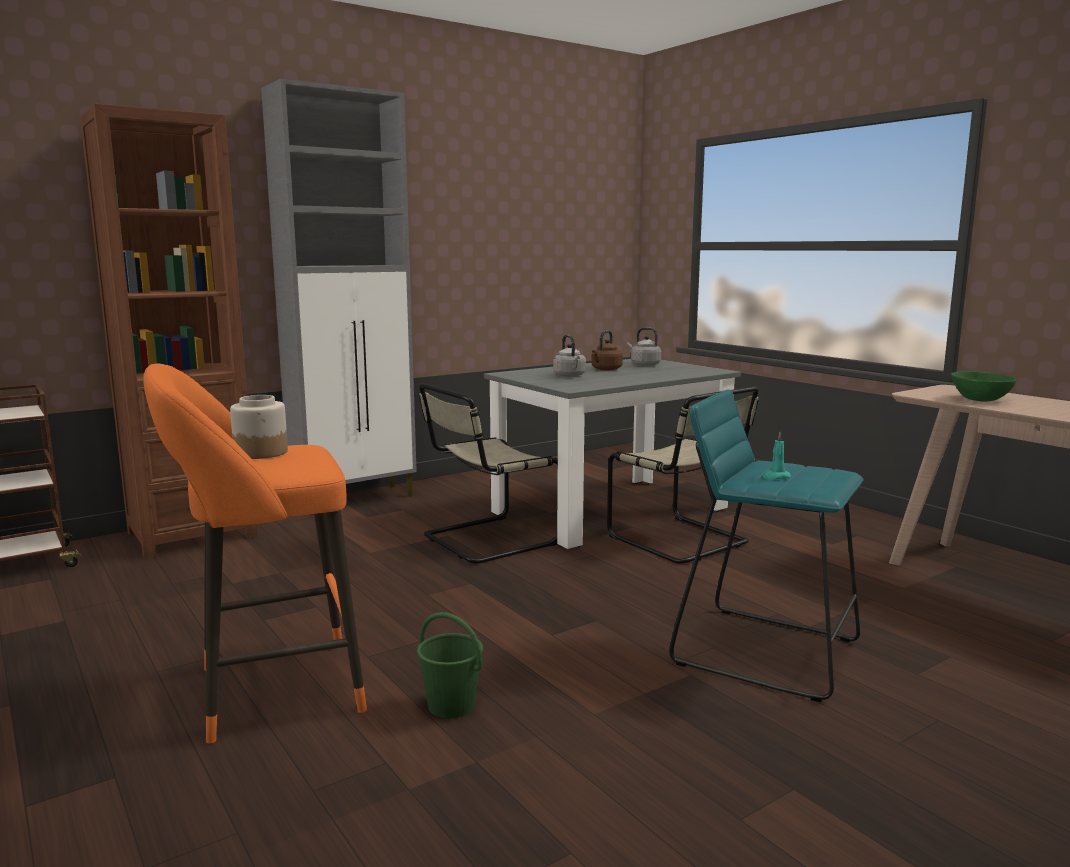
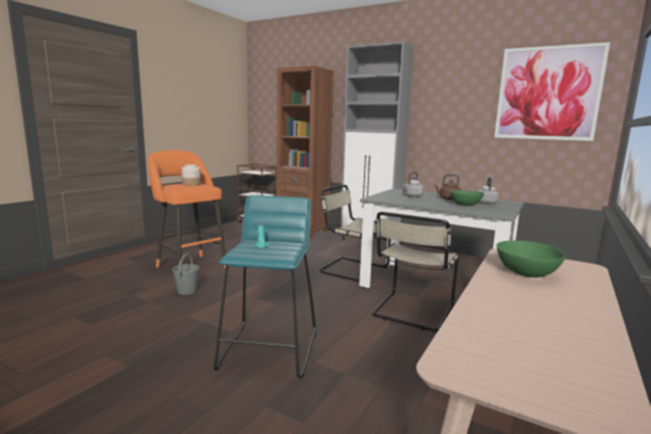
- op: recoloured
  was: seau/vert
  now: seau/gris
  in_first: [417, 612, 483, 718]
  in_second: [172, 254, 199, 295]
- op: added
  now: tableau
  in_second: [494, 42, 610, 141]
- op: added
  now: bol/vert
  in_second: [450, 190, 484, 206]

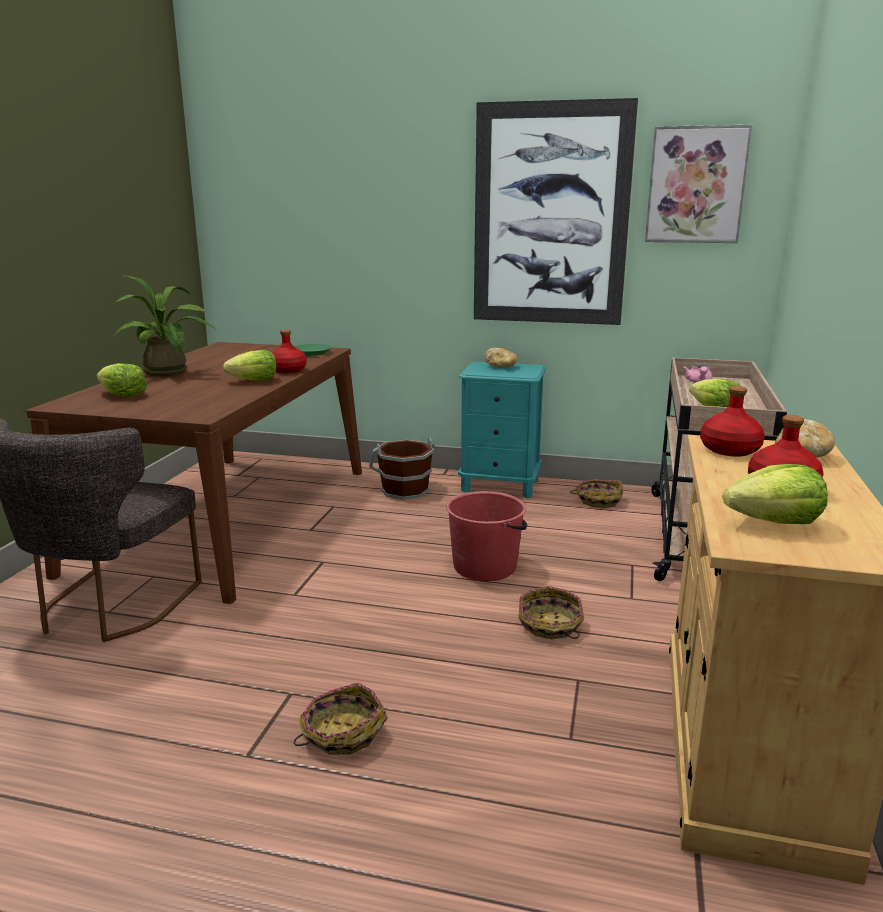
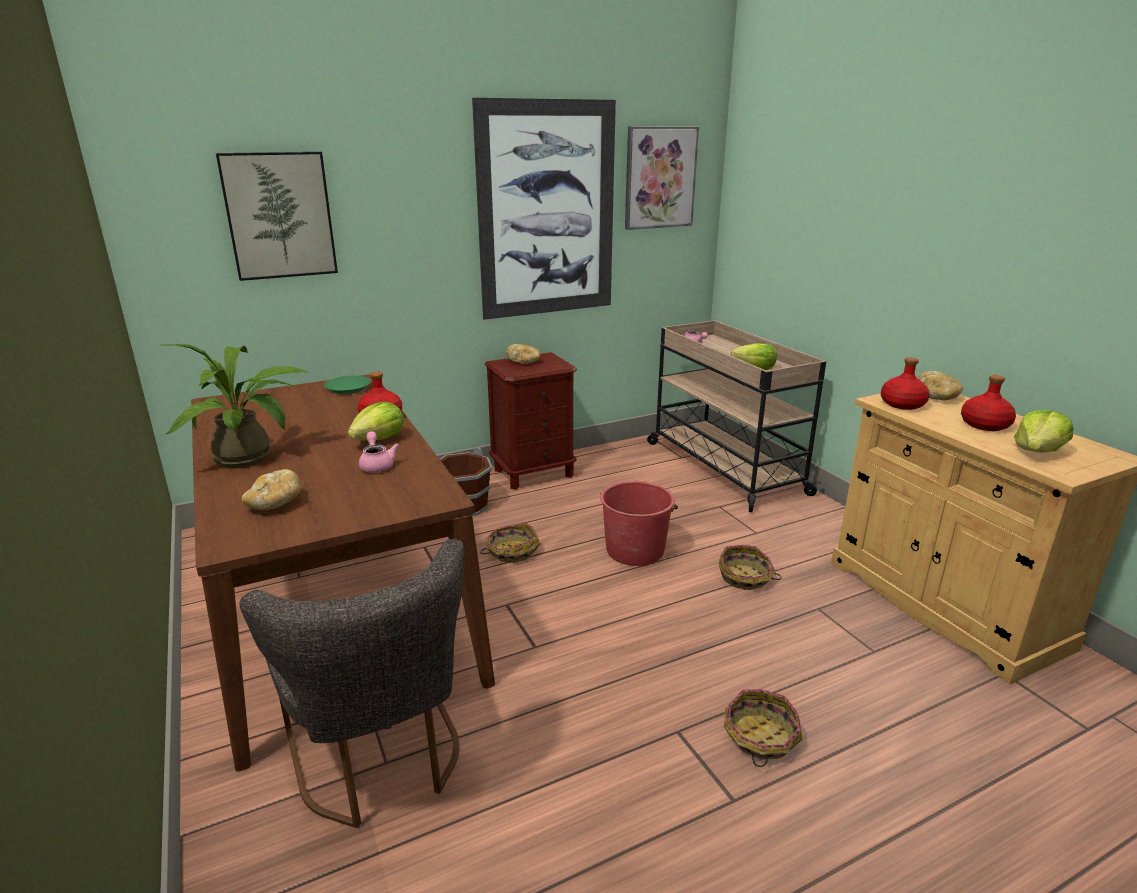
- op: recoloured
  was: table de chevet/turquoise
  now: table de chevet/marron
  in_first: [458, 362, 546, 498]
  in_second: [485, 352, 577, 490]
- op: replaced
  was: laitue
  now: pain
  in_first: [97, 363, 147, 397]
  in_second: [242, 469, 301, 510]
- op: moved
  was: panier
  in_first: [570, 479, 623, 508]
  in_second: [480, 522, 540, 563]
- op: added
  now: tableau
  in_second: [216, 152, 338, 281]
- op: added
  now: théière/rose
  in_second: [359, 431, 399, 472]

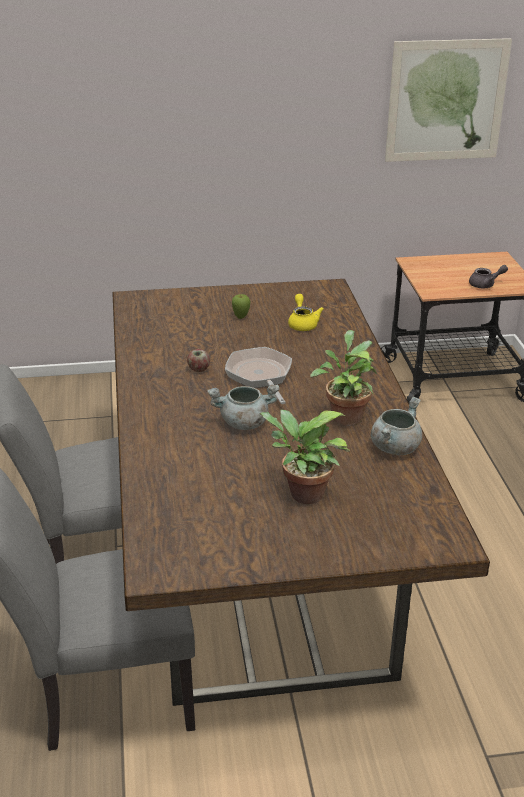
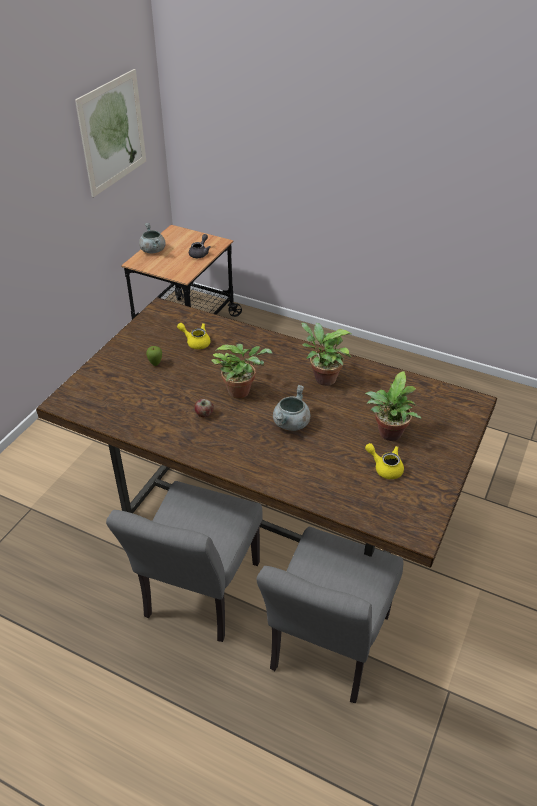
- op: replaced
  was: poêle
  now: plante en pot
  in_first: [225, 347, 292, 404]
  in_second: [211, 344, 273, 398]
- op: moved
  was: marmite/gris
  in_first: [371, 397, 422, 455]
  in_second: [139, 223, 166, 253]
- op: added
  now: théière/jaune
  in_second: [365, 443, 404, 479]

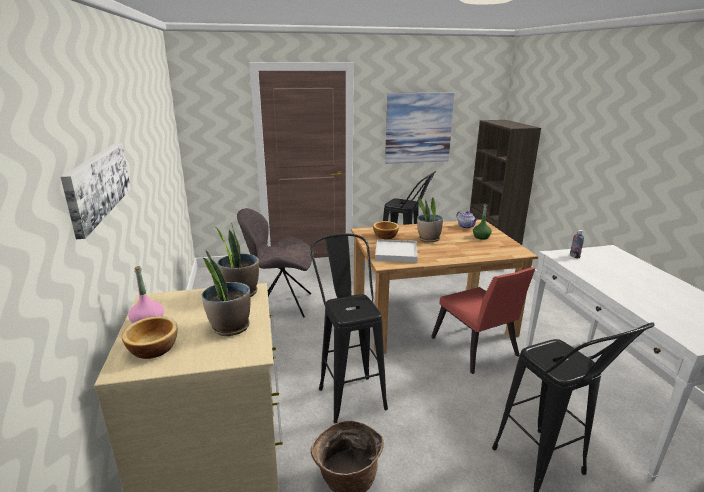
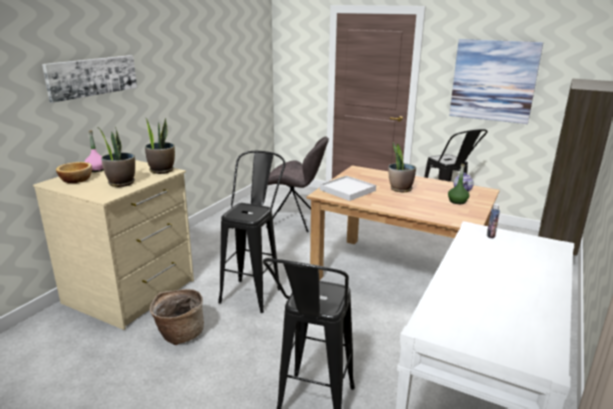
- op: turned
  was: chaise/gris
  in_first: [237, 208, 314, 318]
  in_second: [266, 136, 329, 232]
  clockwise: 150
- op: removed
  was: bol
  in_first: [373, 221, 399, 239]
- op: removed
  was: chaise/rouge
  in_first: [431, 267, 535, 374]

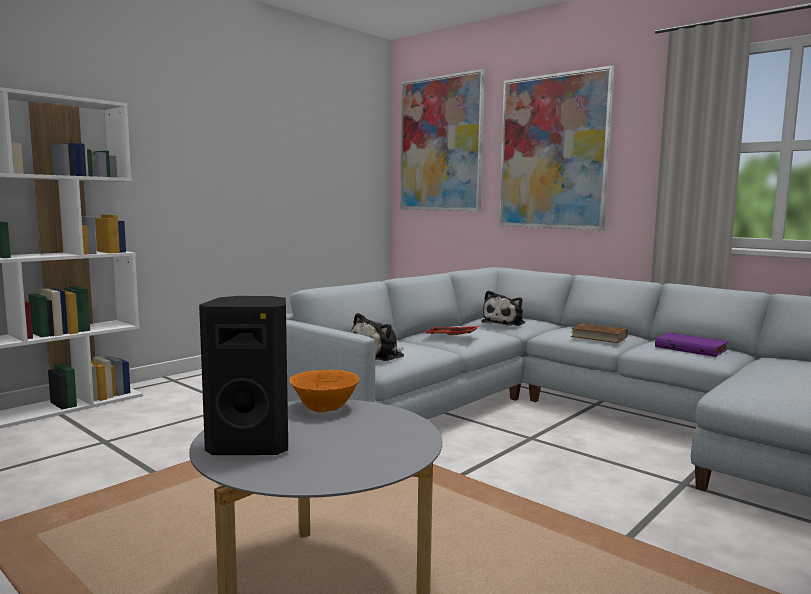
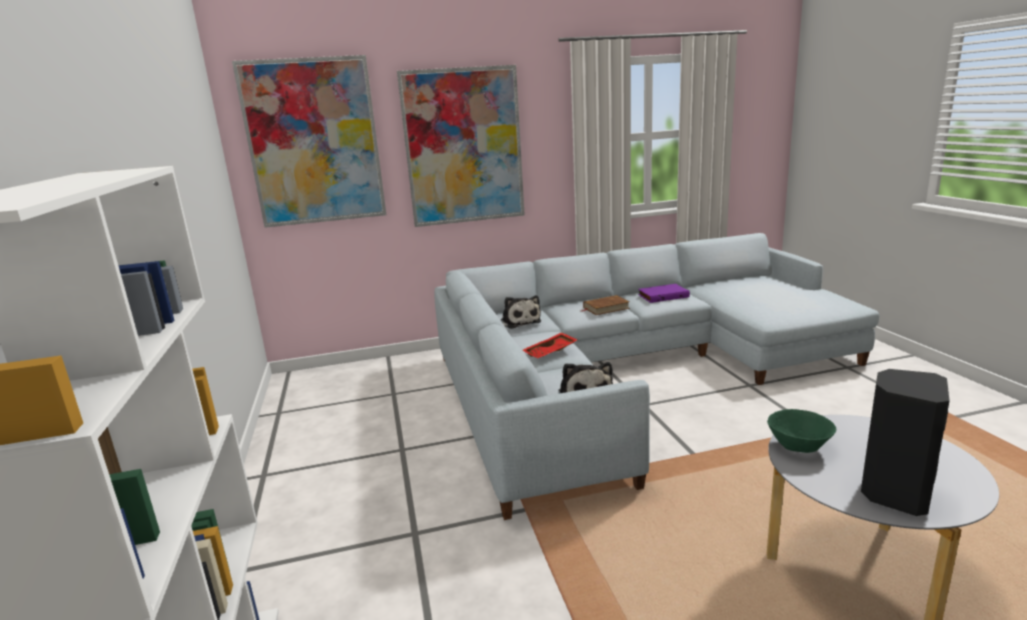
- op: recoloured
  was: bol/orange
  now: bol/vert
  in_first: [290, 370, 359, 412]
  in_second: [767, 409, 836, 453]

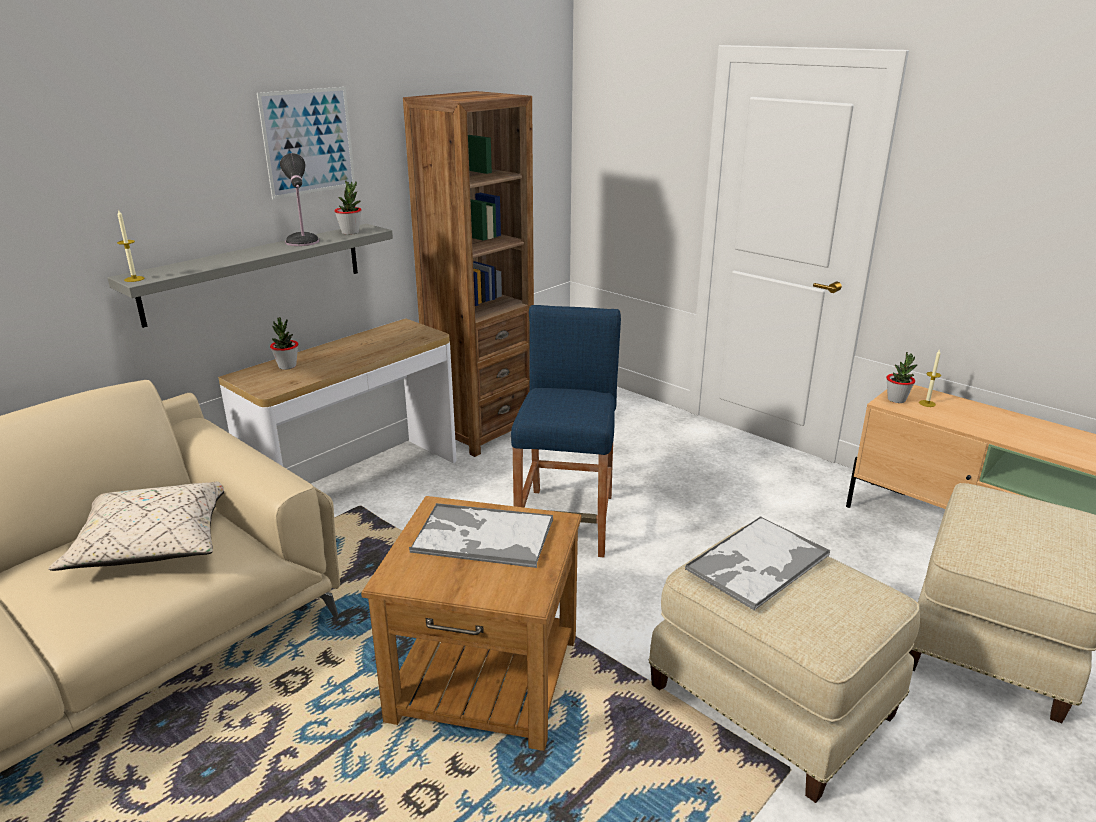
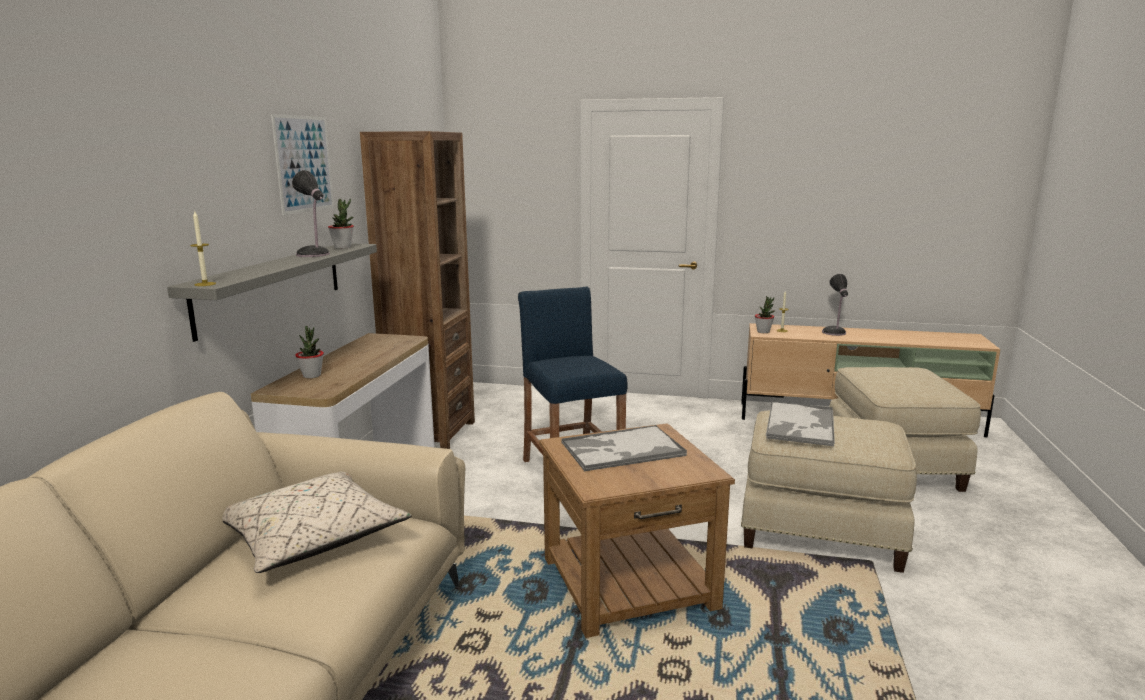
- op: added
  now: lampe de table
  in_second: [822, 274, 848, 336]

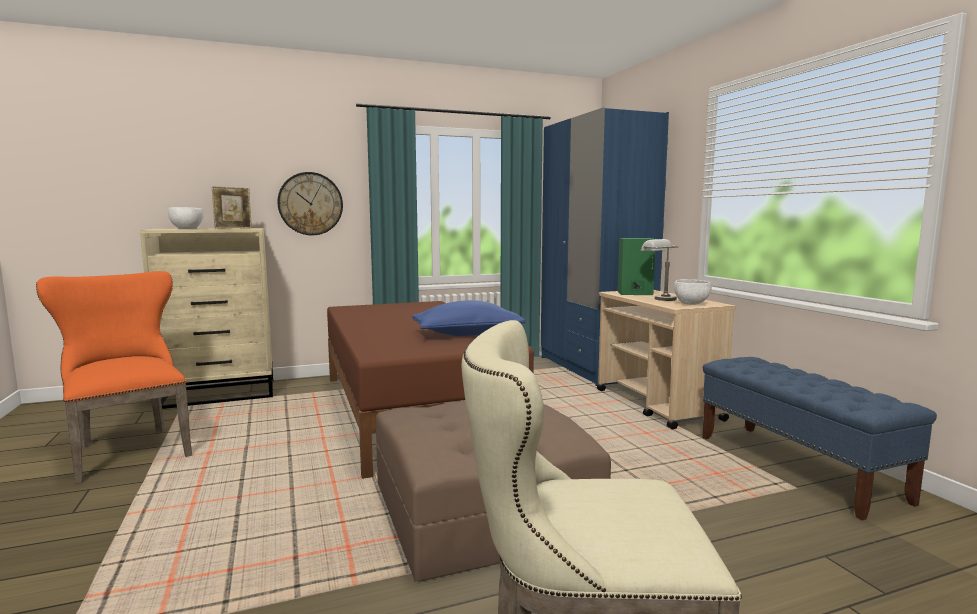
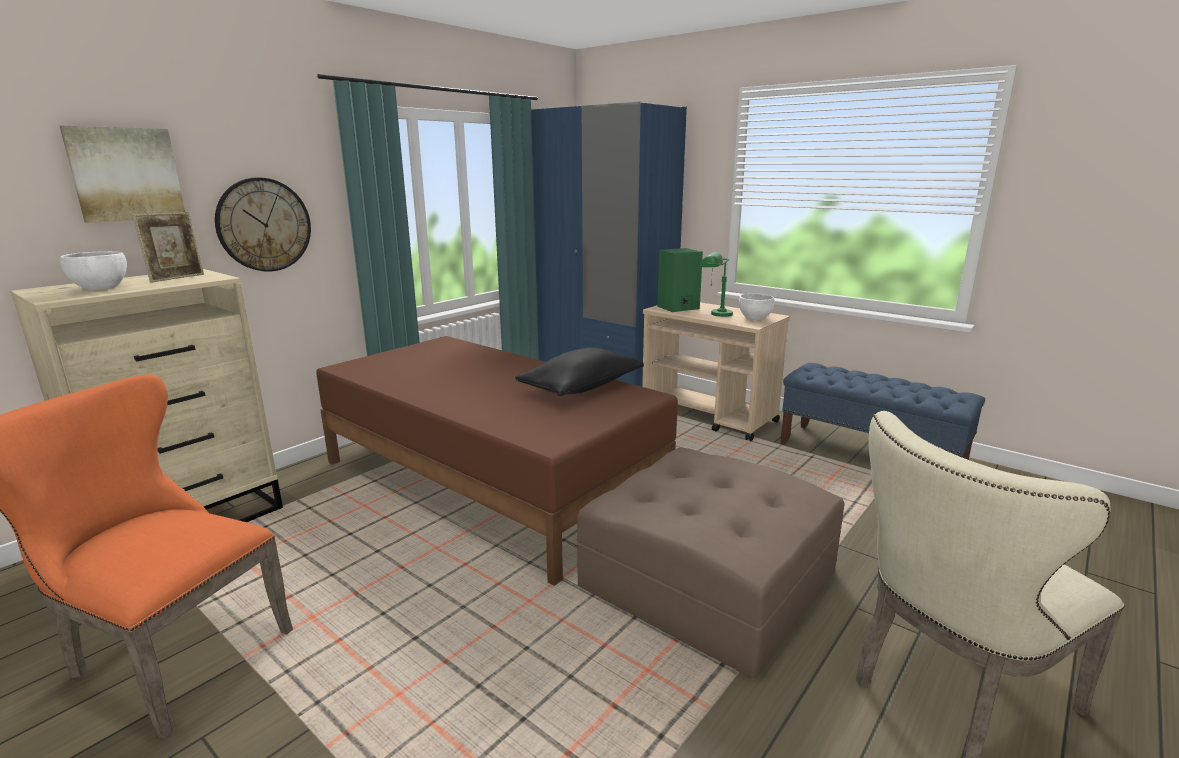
- op: recoloured
  was: lampe de table/gris
  now: lampe de table/vert
  in_first: [641, 239, 679, 301]
  in_second: [699, 252, 733, 317]
- op: recoloured
  was: coussin/bleu
  now: coussin/noir
  in_first: [412, 300, 525, 336]
  in_second: [515, 348, 644, 396]
- op: added
  now: tableau
  in_second: [60, 126, 185, 223]

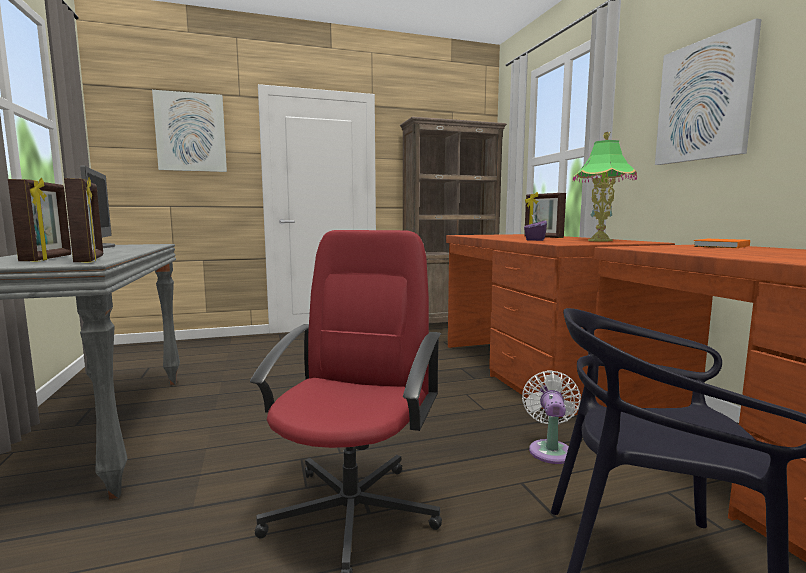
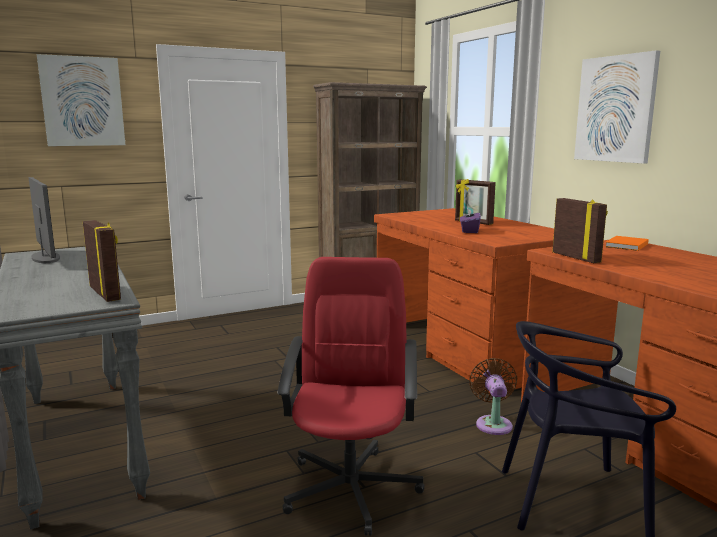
- op: removed
  was: lampe de table
  in_first: [573, 132, 637, 242]
- op: moved
  was: cadre photo
  in_first: [8, 178, 71, 262]
  in_second: [552, 198, 608, 263]
- op: recoloured
  was: ventilateur/blanc
  now: ventilateur/marron
  in_first: [522, 370, 581, 464]
  in_second: [469, 358, 517, 435]

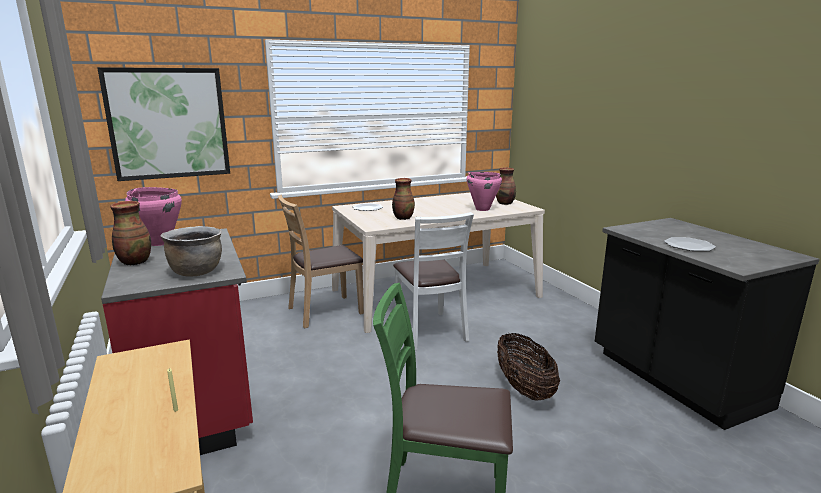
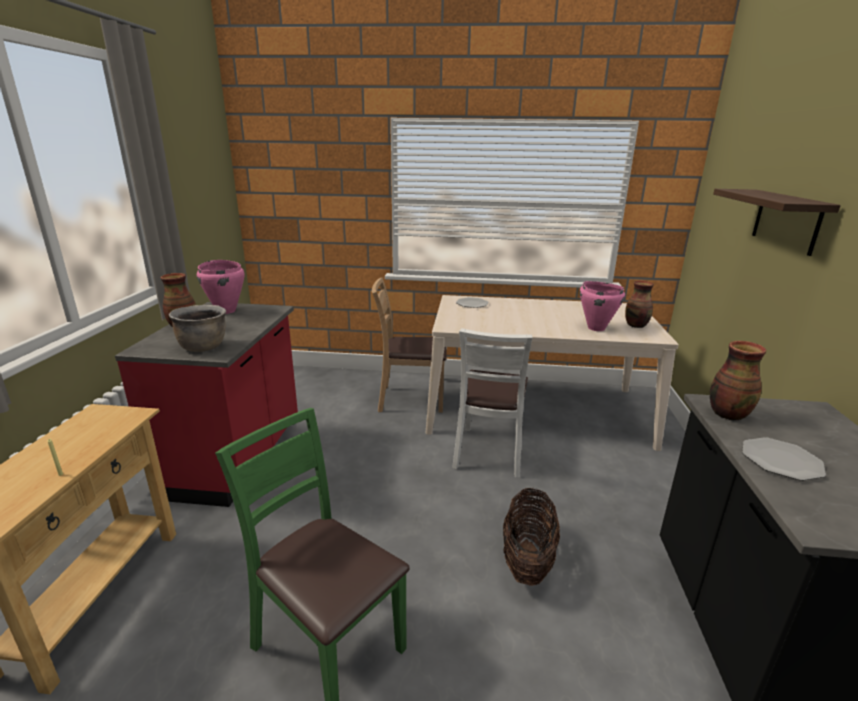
- op: removed
  was: tableau
  in_first: [97, 67, 230, 181]
- op: moved
  was: vase
  in_first: [392, 178, 415, 220]
  in_second: [710, 341, 766, 421]
- op: added
  now: étagère
  in_second: [713, 189, 841, 256]

